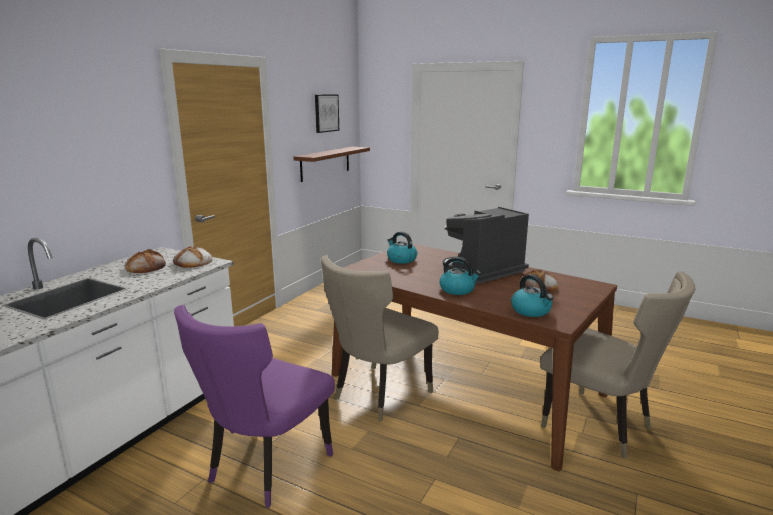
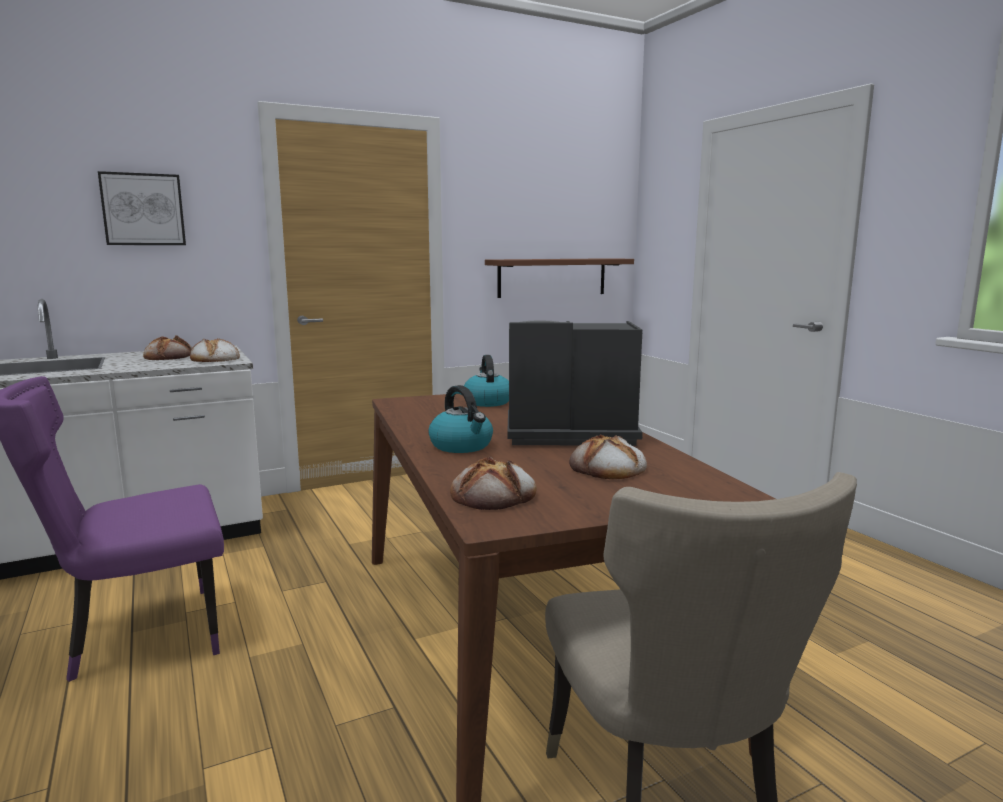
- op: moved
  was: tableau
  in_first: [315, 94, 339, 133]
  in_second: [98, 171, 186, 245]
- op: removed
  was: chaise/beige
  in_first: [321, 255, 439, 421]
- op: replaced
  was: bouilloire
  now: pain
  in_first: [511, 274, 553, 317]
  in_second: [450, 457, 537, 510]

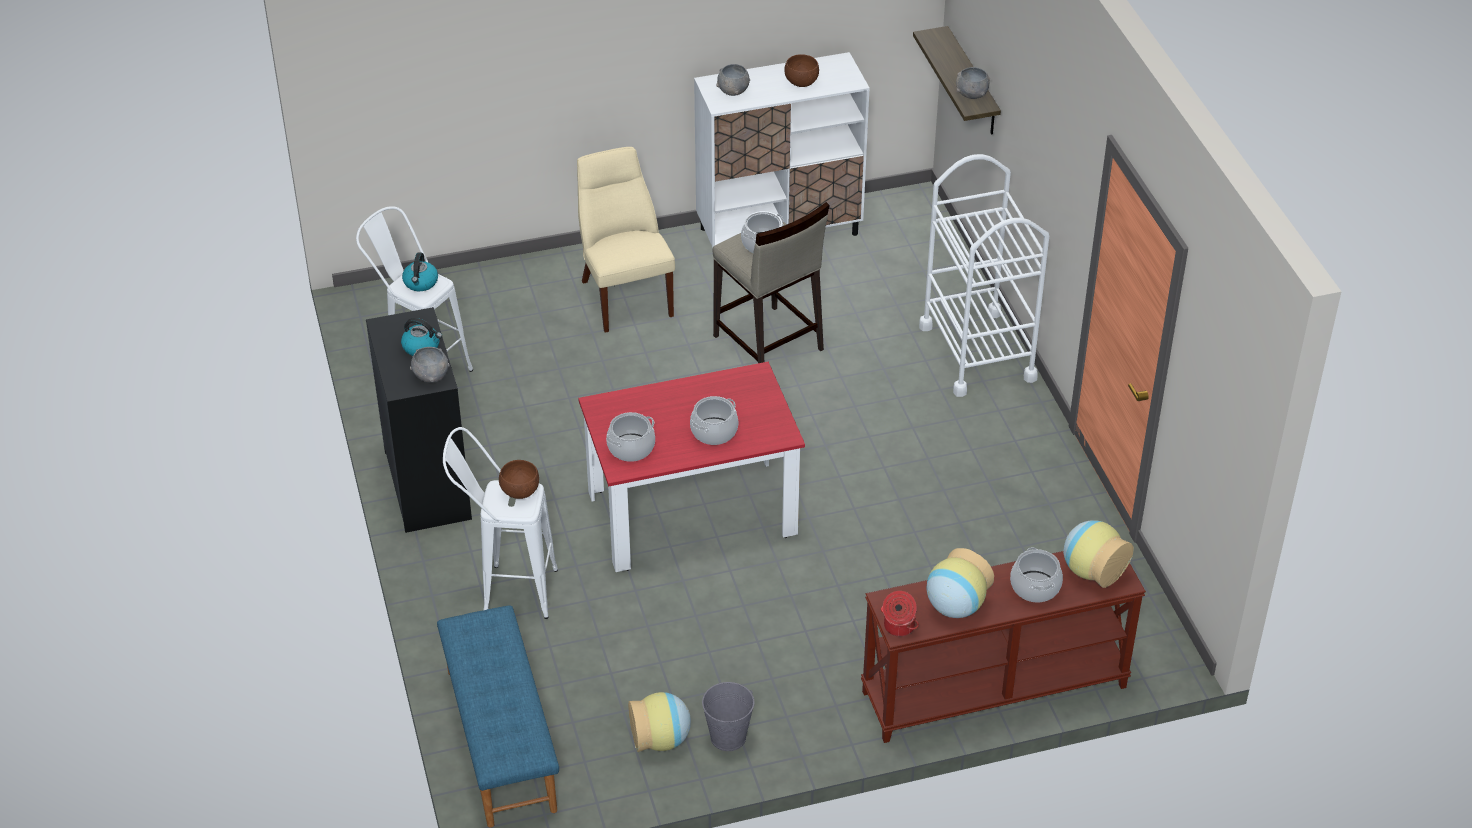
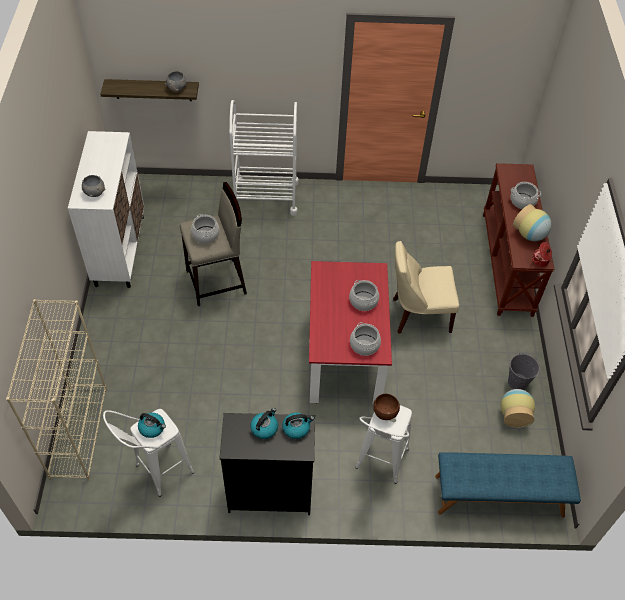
- op: removed
  was: bol/marron
  in_first: [784, 54, 819, 87]
- op: moved
  was: chaise/beige
  in_first: [577, 147, 675, 333]
  in_second: [393, 241, 459, 333]
- op: replaced
  was: bol/gris
  now: bouilloire
  in_first: [410, 347, 449, 383]
  in_second: [282, 413, 314, 439]
- op: removed
  was: vase
  in_first: [1063, 520, 1134, 588]
- op: added
  now: bibliothèque/beige
  in_second: [6, 299, 107, 481]

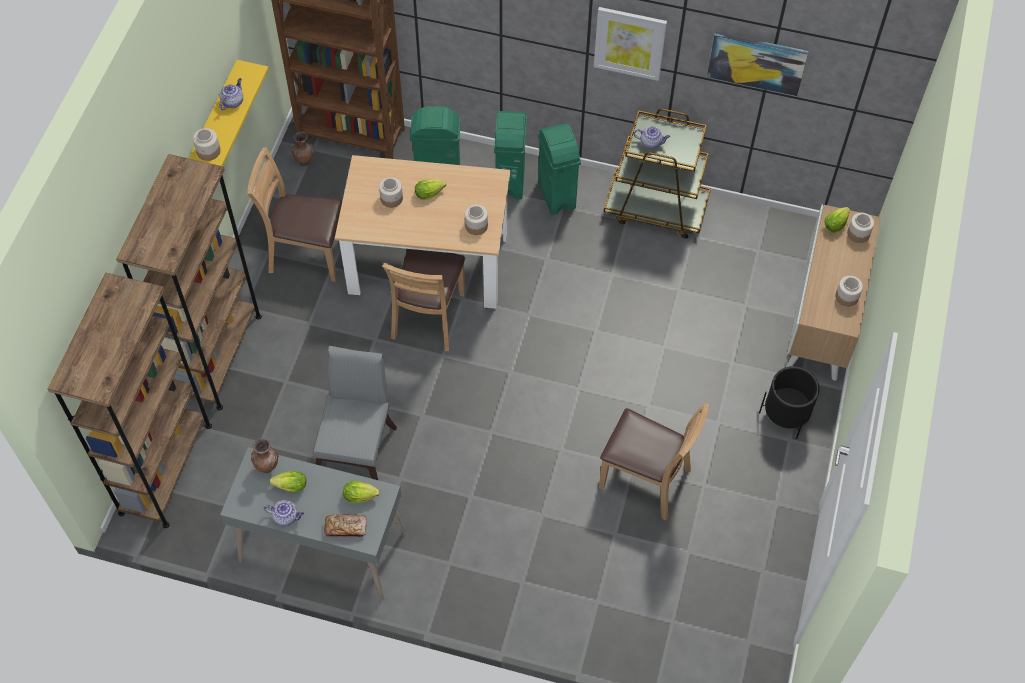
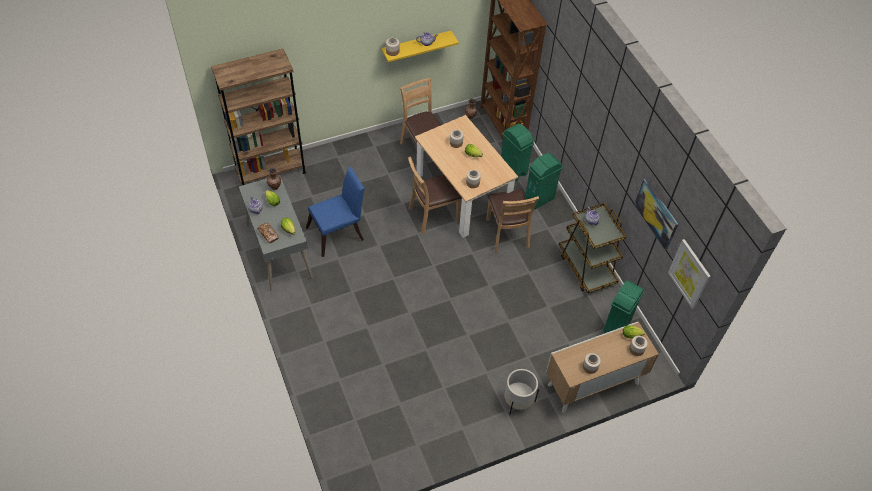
- op: moved
  was: tableau
  in_first: [594, 7, 667, 81]
  in_second: [668, 239, 711, 309]
- op: moved
  was: poubelle/vert
  in_first: [538, 123, 581, 215]
  in_second: [603, 281, 644, 333]
- op: removed
  was: bibliothèque/marron
  in_first: [116, 154, 262, 410]
- op: recoloured
  was: chaise/gris
  now: chaise/bleu
  in_first: [312, 346, 397, 480]
  in_second: [306, 167, 365, 257]
- op: recoloured
  was: cache-pot/noir
  now: cache-pot/blanc
  in_first: [759, 366, 819, 439]
  in_second: [504, 369, 539, 415]
- op: moved
  was: chaise/marron
  in_first: [599, 403, 709, 521]
  in_second: [486, 190, 539, 253]

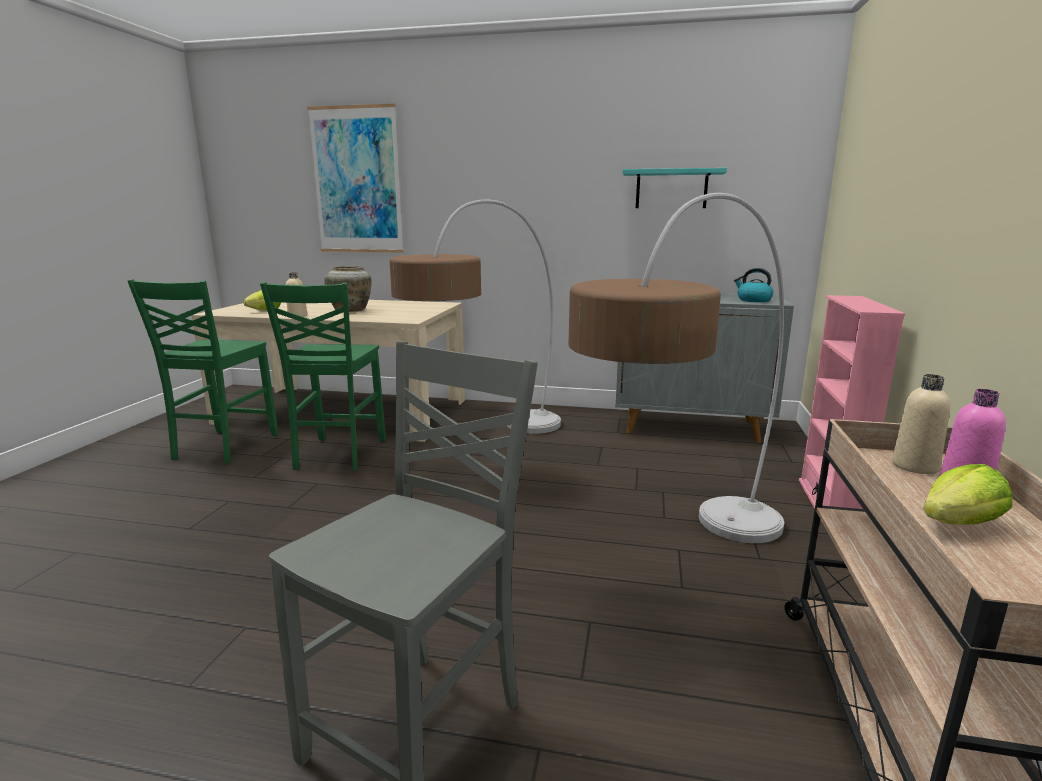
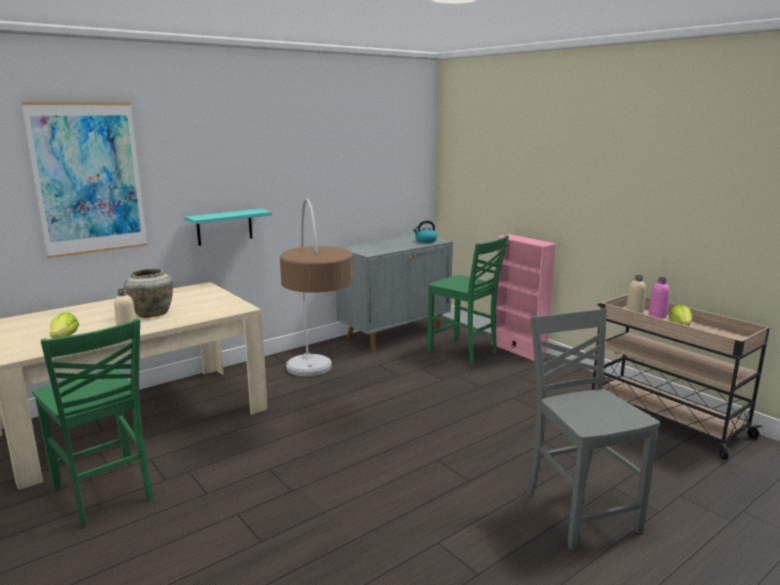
- op: moved
  was: étagère/turquoise
  in_first: [622, 168, 727, 208]
  in_second: [184, 209, 272, 246]
- op: removed
  was: lampadaire
  in_first: [568, 193, 785, 543]
- op: moved
  was: chaise/vert
  in_first: [260, 282, 386, 471]
  in_second: [427, 235, 509, 365]

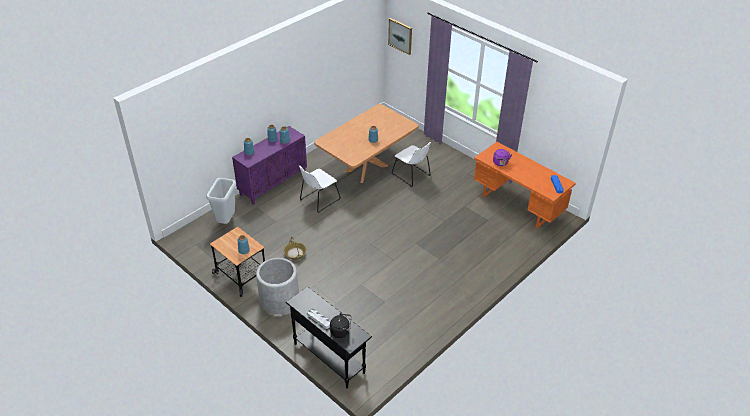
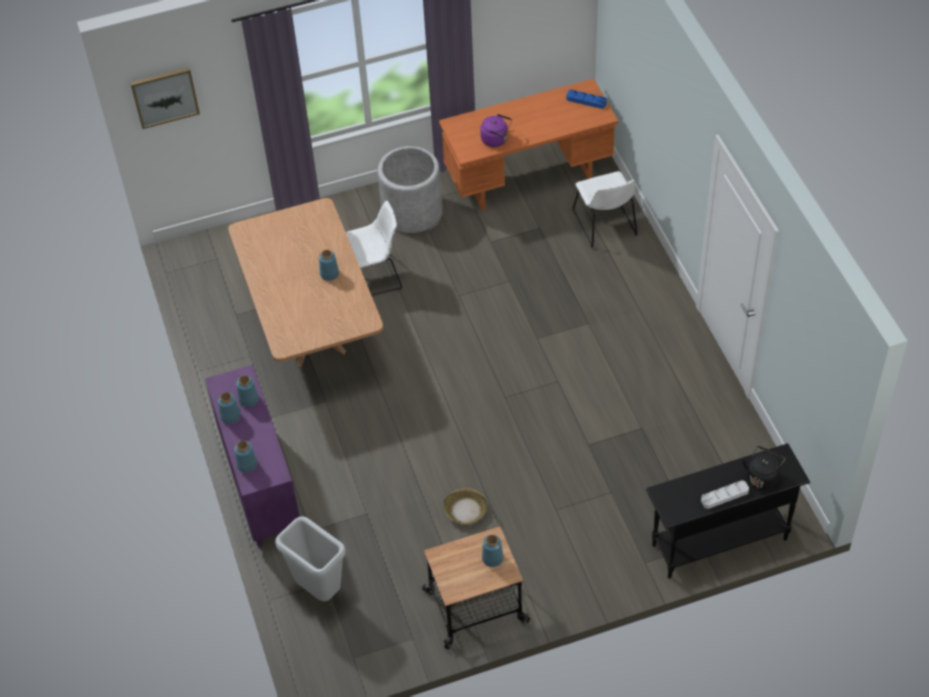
- op: moved
  was: chaise/blanc
  in_first: [299, 165, 341, 213]
  in_second: [572, 171, 638, 248]
- op: moved
  was: cache-pot/gris
  in_first: [256, 258, 299, 314]
  in_second: [378, 146, 442, 233]

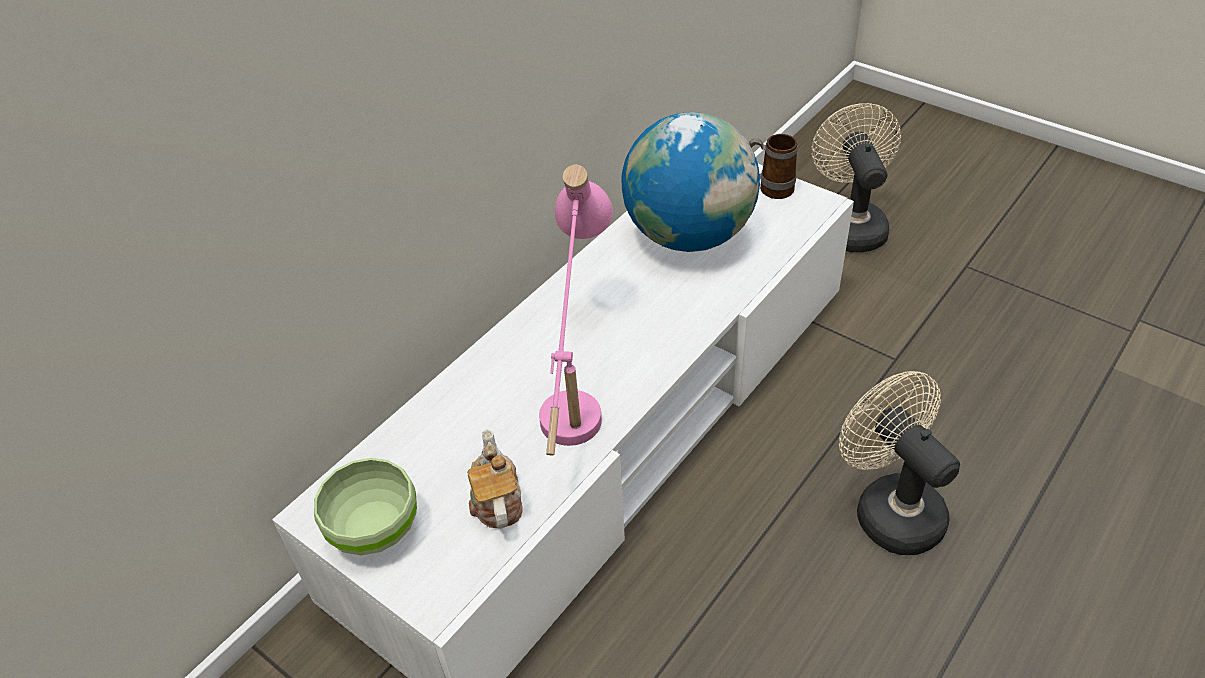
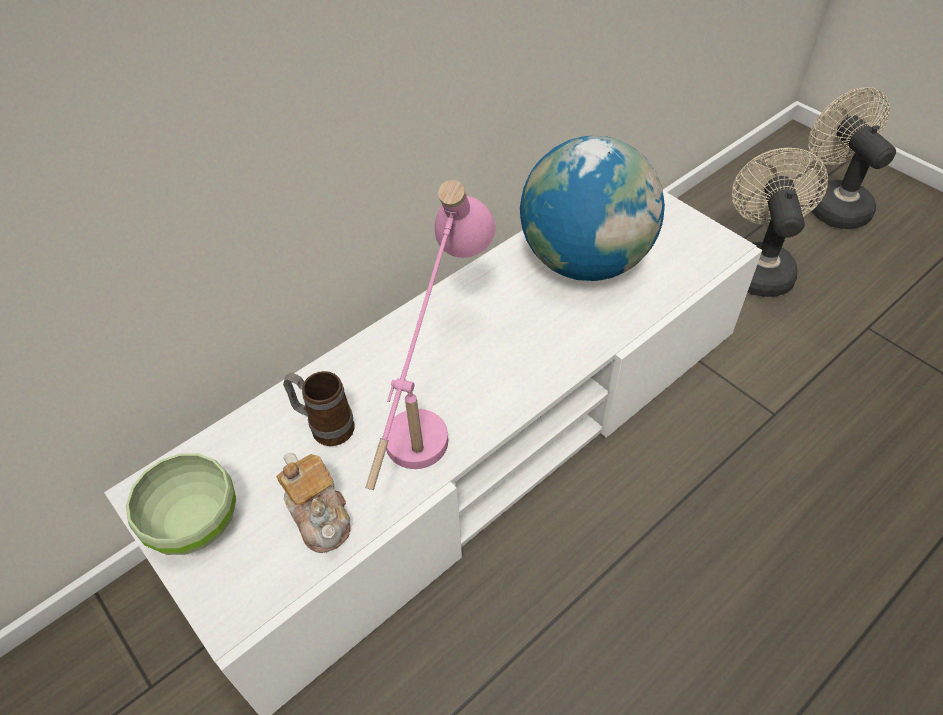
- op: moved
  was: mug
  in_first: [749, 134, 798, 199]
  in_second: [283, 371, 354, 446]
- op: moved
  was: ventilateur/beige
  in_first: [839, 371, 960, 555]
  in_second: [808, 87, 896, 229]
- op: turned
  was: théière
  in_first: [467, 429, 523, 528]
  in_second: [276, 453, 350, 553]
  clockwise: 150

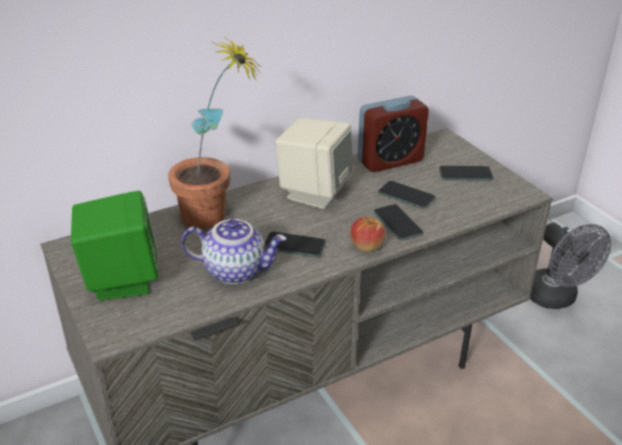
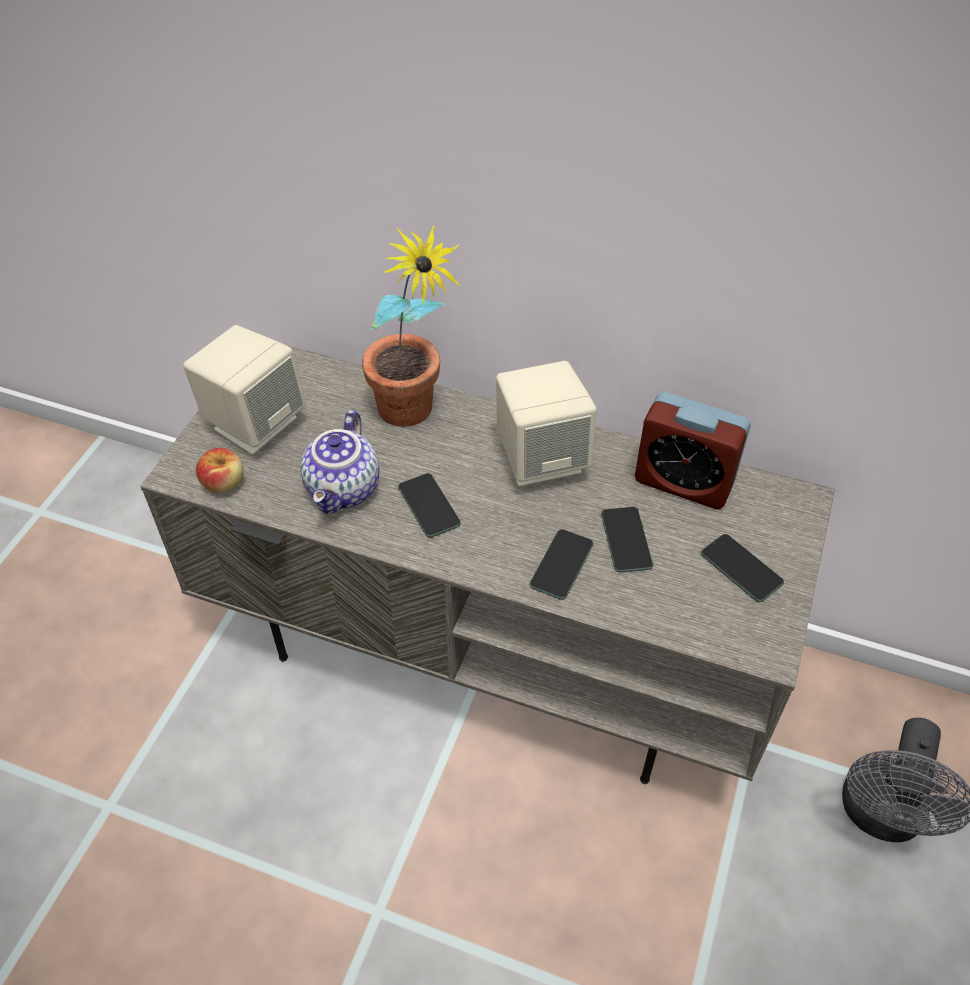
- op: recoloured
  was: enceinte/vert
  now: enceinte/beige
  in_first: [71, 191, 159, 300]
  in_second: [183, 325, 306, 455]
- op: moved
  was: pomme
  in_first: [350, 217, 386, 252]
  in_second: [196, 448, 243, 494]
- op: turned
  was: théière
  in_first: [181, 219, 287, 284]
  in_second: [301, 410, 379, 514]
  clockwise: 45

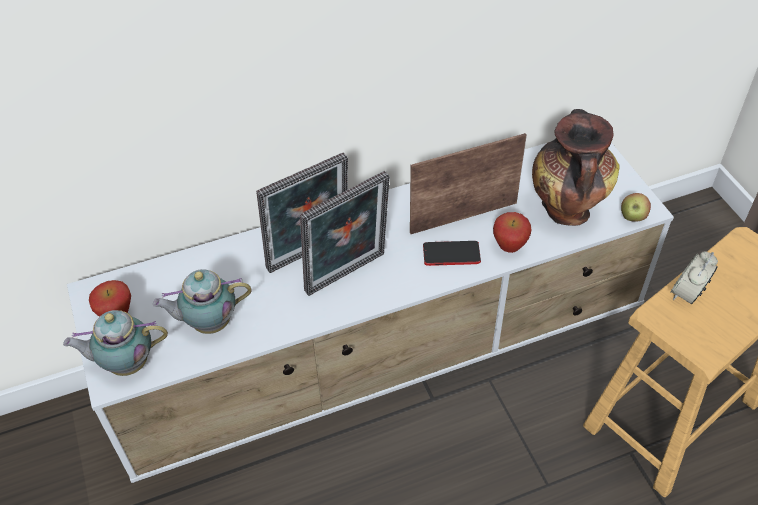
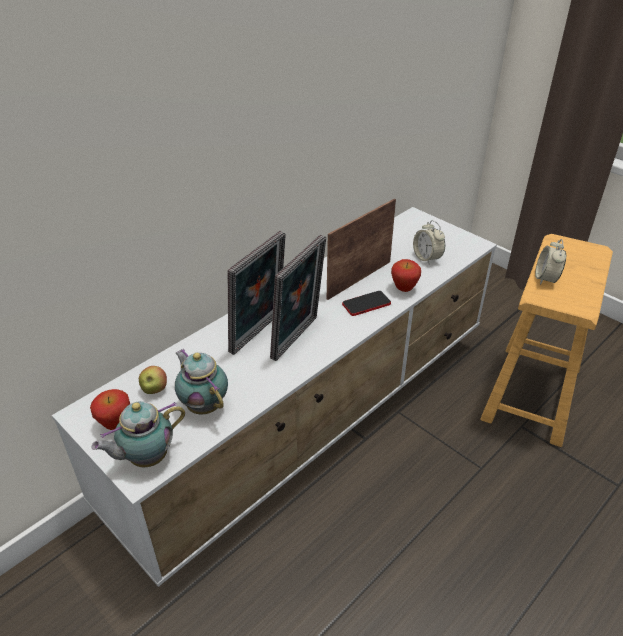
- op: replaced
  was: vase
  now: réveil
  in_first: [532, 109, 620, 226]
  in_second: [413, 220, 445, 264]
- op: moved
  was: pomme
  in_first: [621, 193, 651, 222]
  in_second: [139, 366, 167, 394]
- op: turned
  was: théière
  in_first: [153, 269, 252, 334]
  in_second: [175, 348, 228, 414]
  clockwise: 90

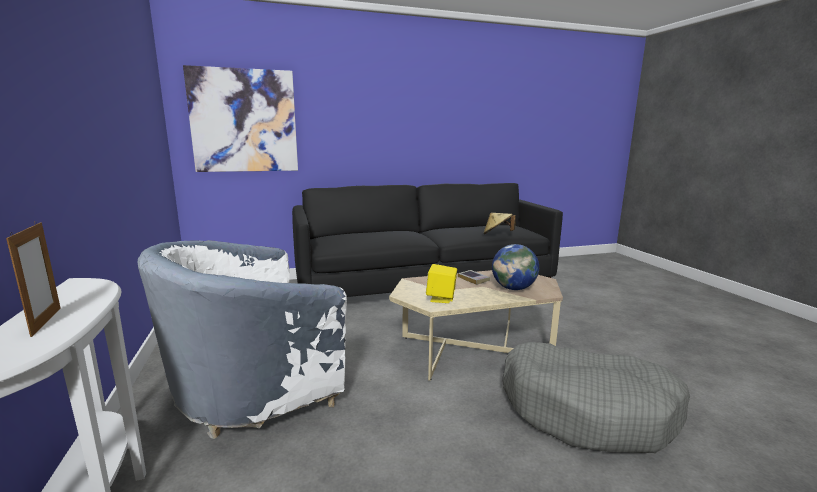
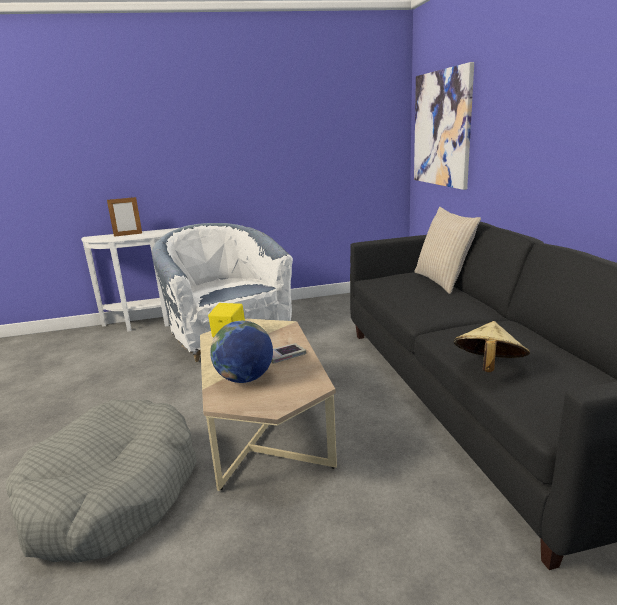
- op: added
  now: coussin/beige
  in_second: [414, 207, 481, 294]

